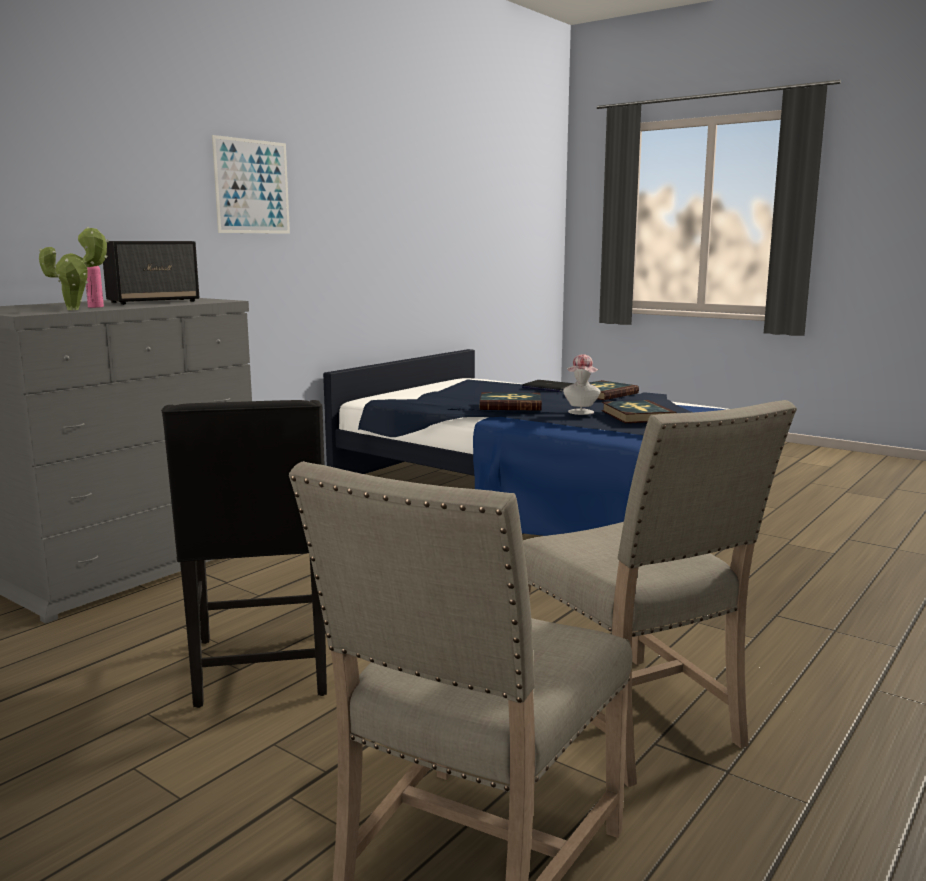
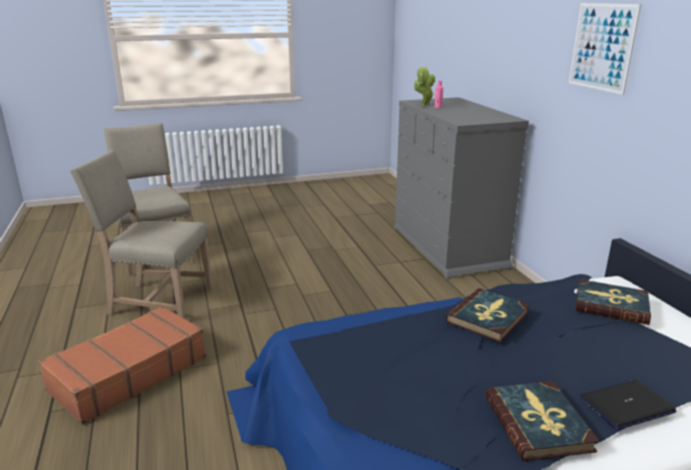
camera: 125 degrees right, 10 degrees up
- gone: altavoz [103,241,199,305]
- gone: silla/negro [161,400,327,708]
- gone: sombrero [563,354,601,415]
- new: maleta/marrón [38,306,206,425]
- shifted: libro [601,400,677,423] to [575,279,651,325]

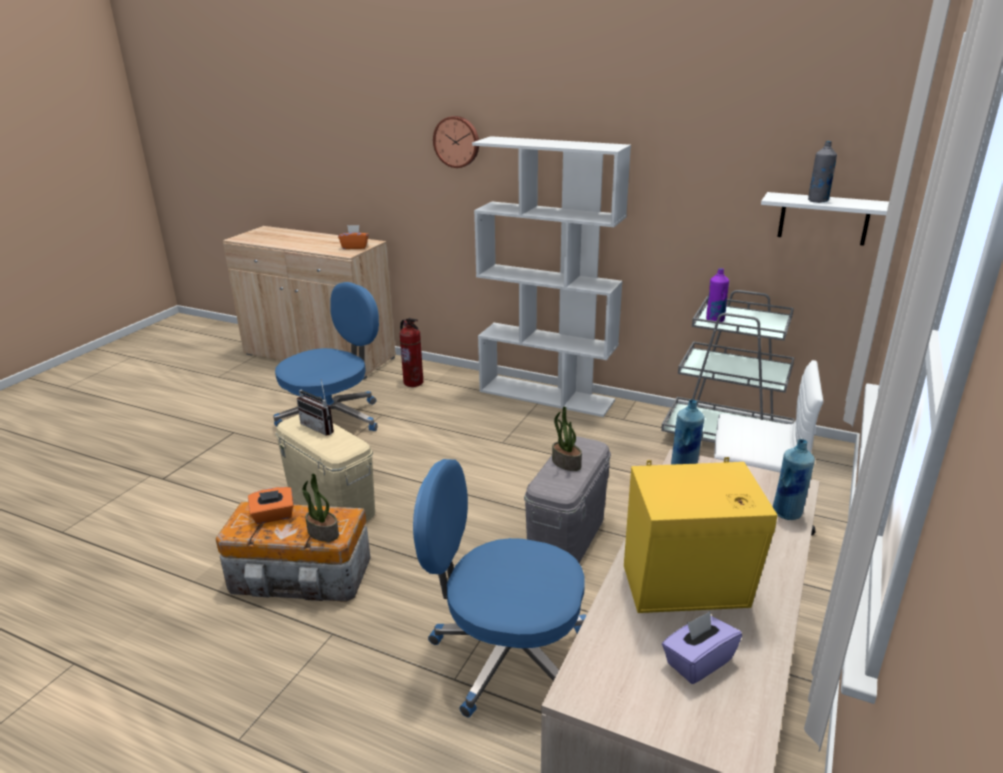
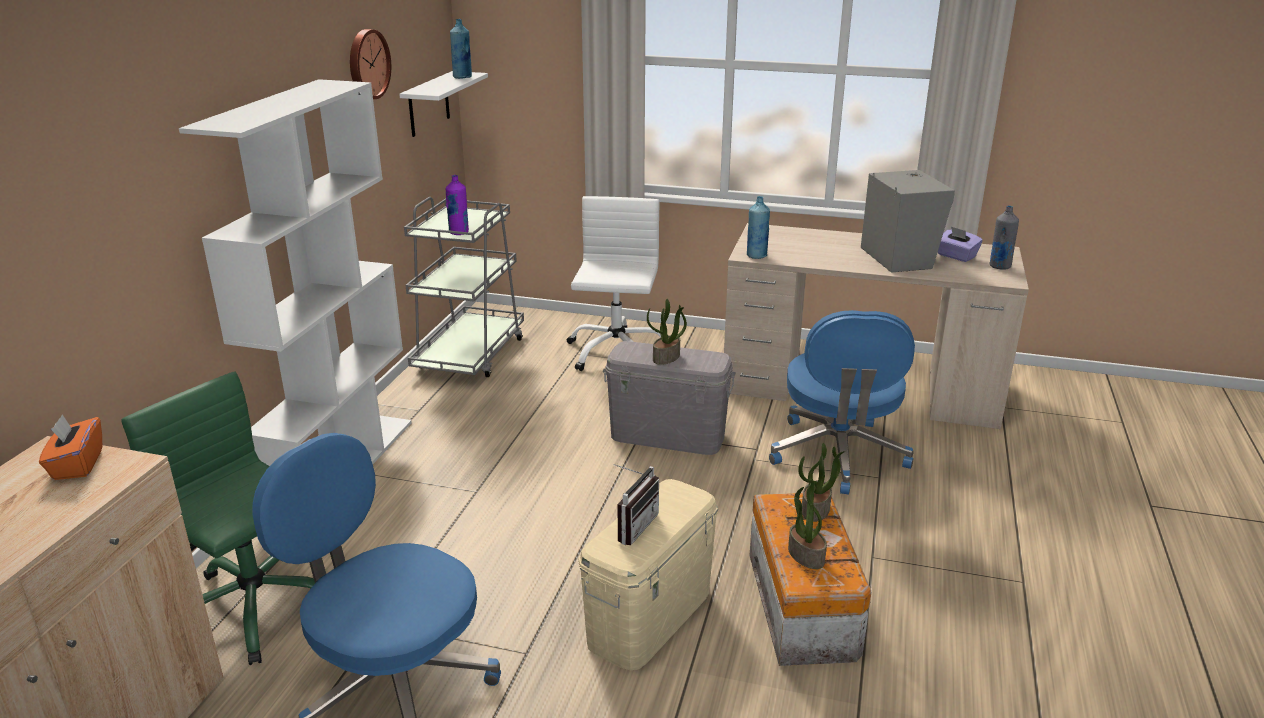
camera: 100 degrees left, 0 degrees up
- shifted: reloj de pared [433,116,479,168] to [350,29,391,99]
- shifted: botella/azul [773,439,815,520] to [450,19,472,79]
- shifted: botella/gris [808,141,837,203] to [990,205,1019,269]
- swapped: caja de pañuelos/naranja [248,487,294,524] to planta en maceta [788,480,827,569]
- swapped: extintor [400,318,423,387] to silla de oficina/verde [121,371,315,665]
- repainted: altavoz/amarillo [624,457,778,613] to altavoz/gris [861,170,955,273]

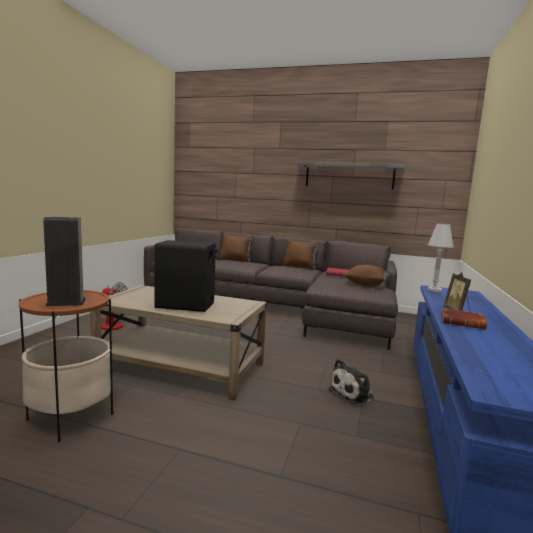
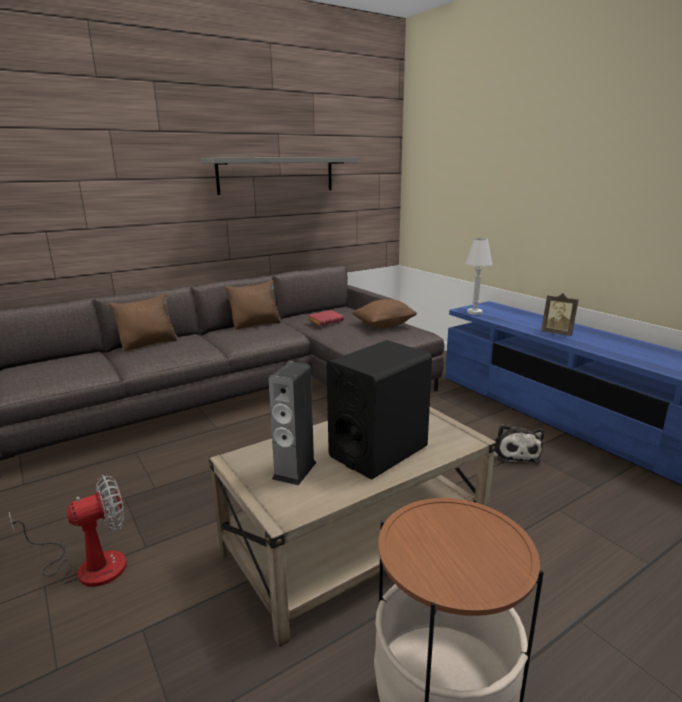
camera: 50 degrees left, 10 degrees up
- gone: libro/marrón [441,308,487,329]
- shifted: altavoz [43,216,86,306] to [268,362,317,486]

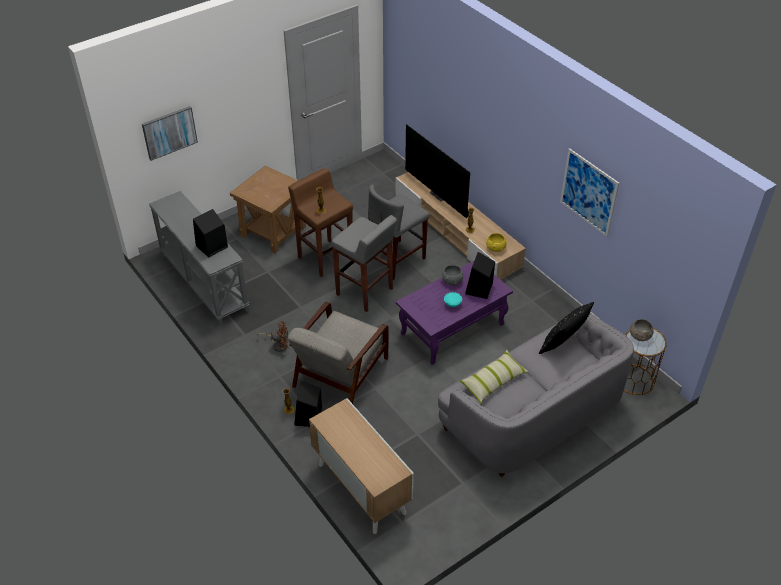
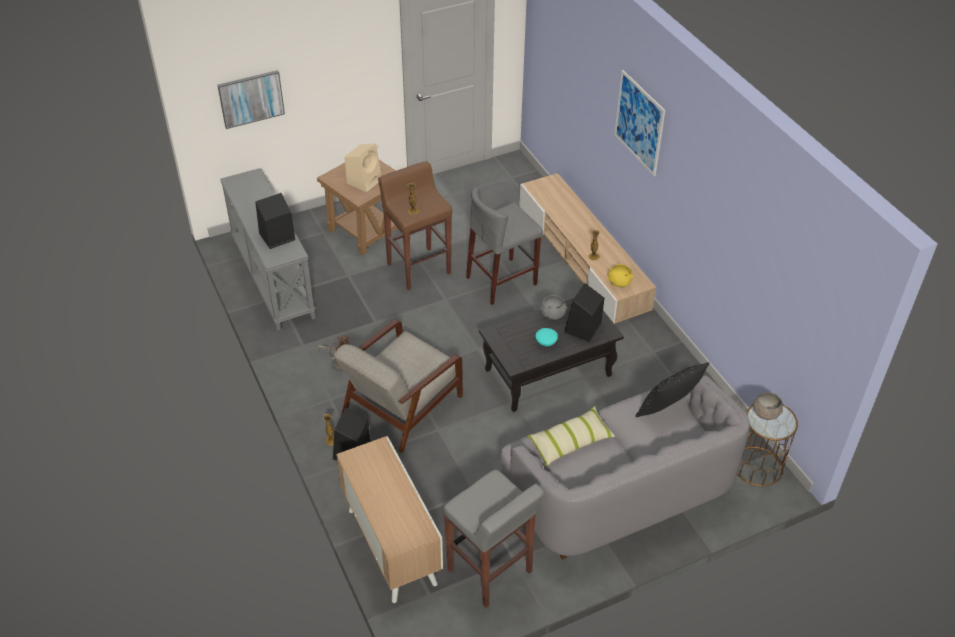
camera: 10 degrees right, 0 degrees up
- gone: televisor [405,124,470,218]
- new: altavoz/beis [344,144,382,192]
- shifted: taburete/gris [331,215,397,312] to [443,470,544,608]
- shifted: cuadro [560,148,619,237] to [614,70,665,176]
- repainted: mesa de centro/morado [396,261,513,365] to mesa de centro/negro [479,298,624,412]

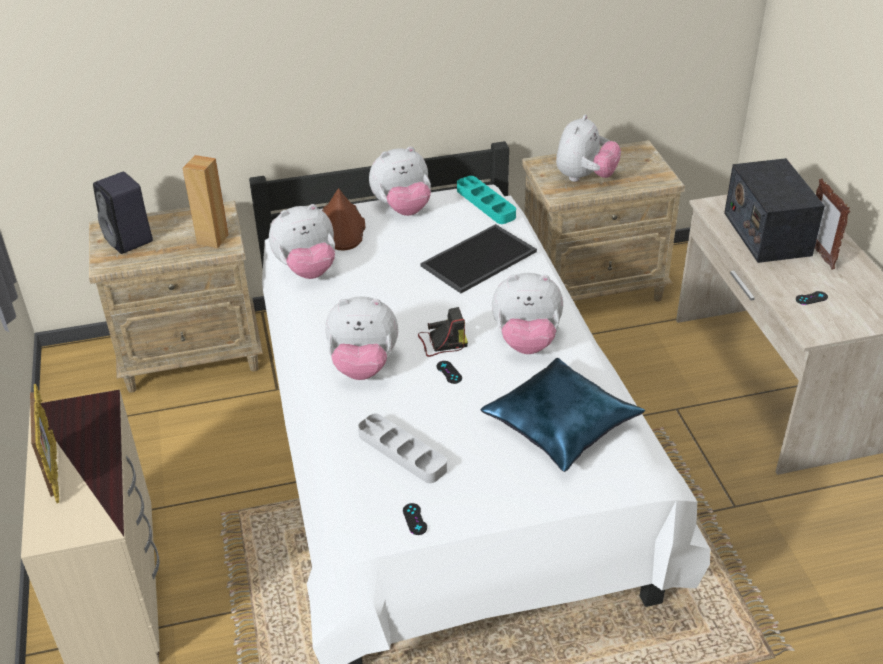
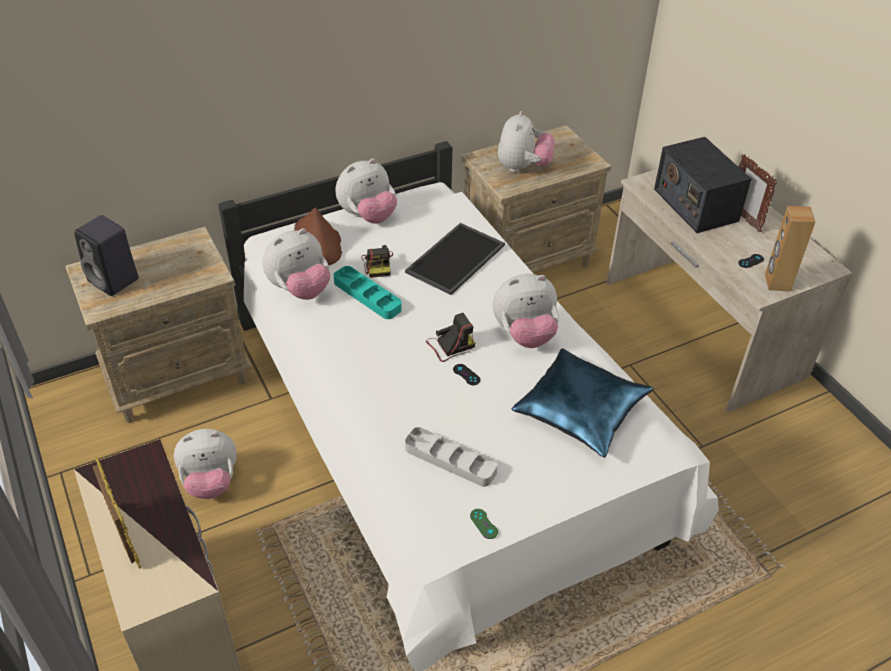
camera: 15 degrees left, 5 degrees up
- new: cámara [361,245,393,278]
- shifted: altavoz/marrón [183,155,229,248] to [765,206,815,292]
- shifted: peluche [325,296,398,380] to [174,429,237,499]
- shifted: bandeja/turquesa [457,176,516,224] to [333,266,402,319]
- repainted: mando de consola/negro [403,503,427,535] to mando de consola/verde [470,509,498,539]

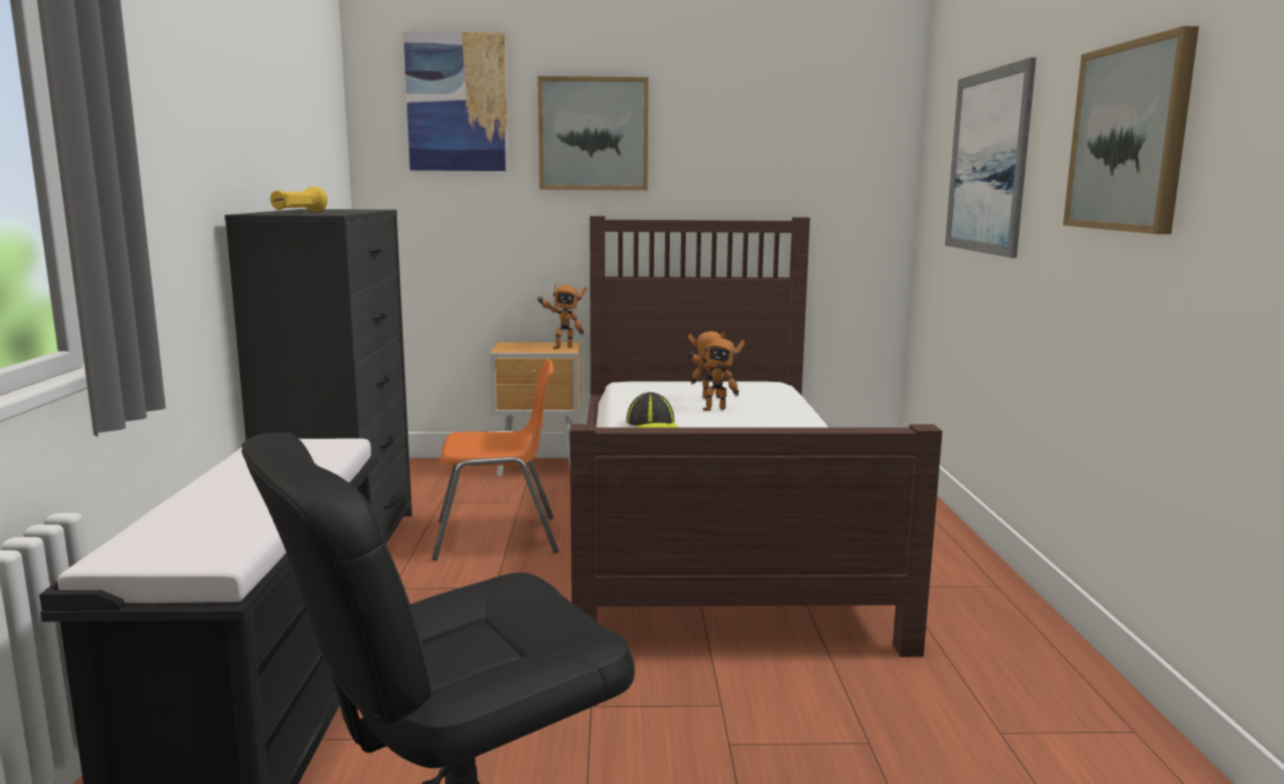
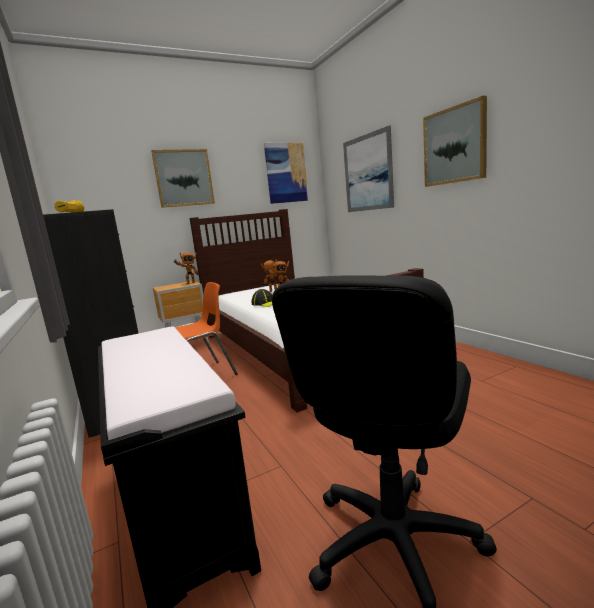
camera: 25 degrees left, 0 degrees up
- shifted: cuadro [403,31,509,171] to [264,143,308,204]

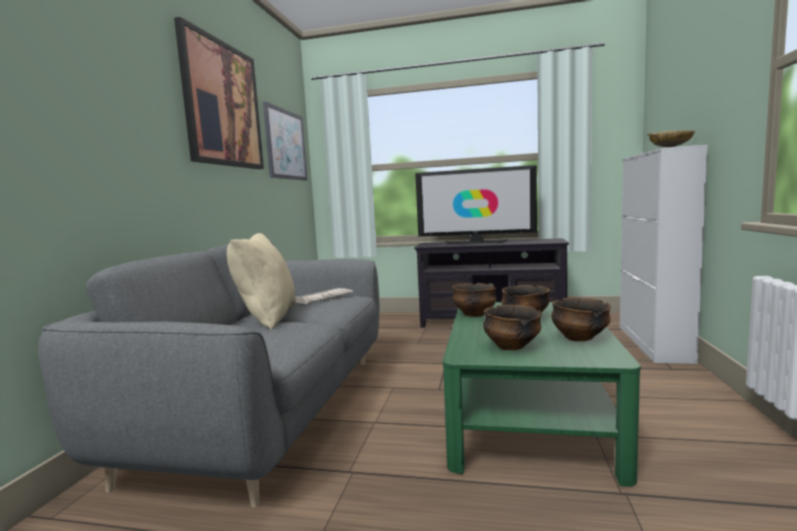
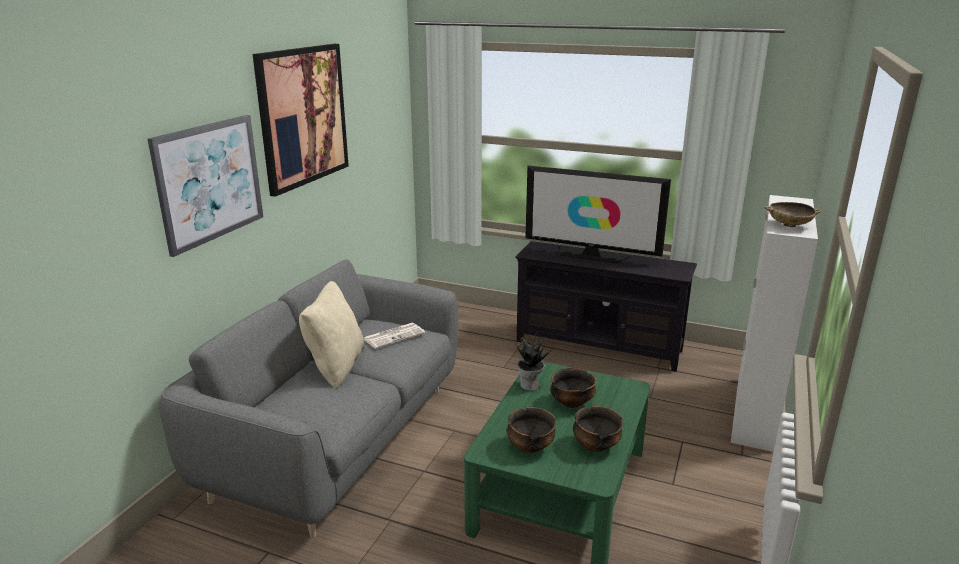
camera: 10 degrees right, 15 degrees up
- shifted: cuadro [263,102,307,181] to [148,115,263,257]
- swapped: cuenco [452,283,497,317] to planta en maceta [515,333,553,391]

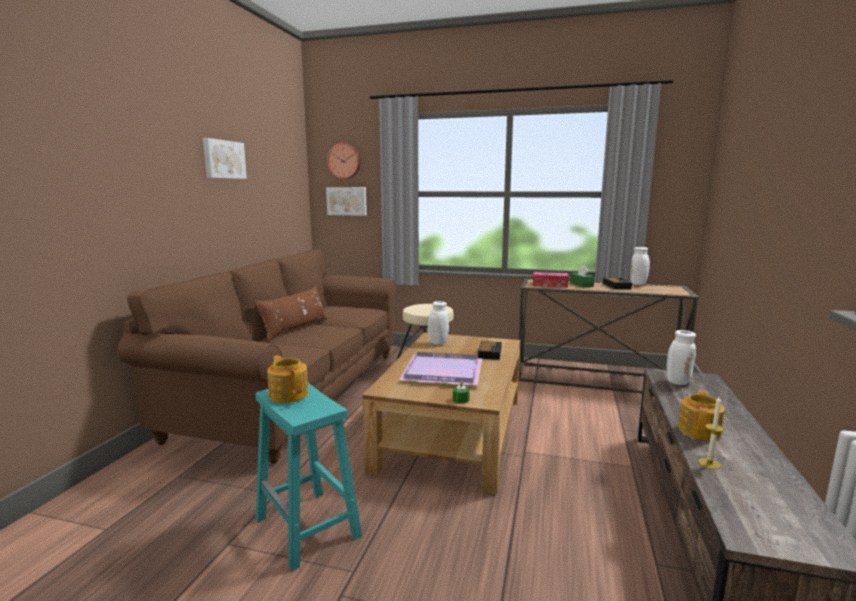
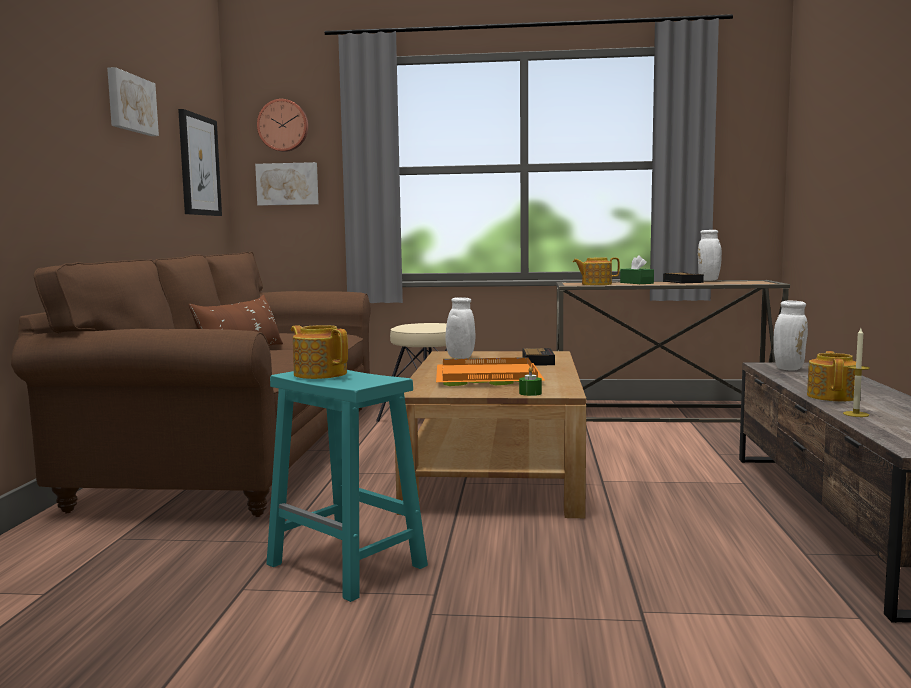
camera: 10 degrees left, 5 degrees down
- new: cuadro [178,109,222,216]
- swapped: caja de pañuelos [533,272,569,288] to tetera [573,257,620,285]
- repainted: bandeja/morado [399,352,482,386] to bandeja/naranja [436,357,545,386]

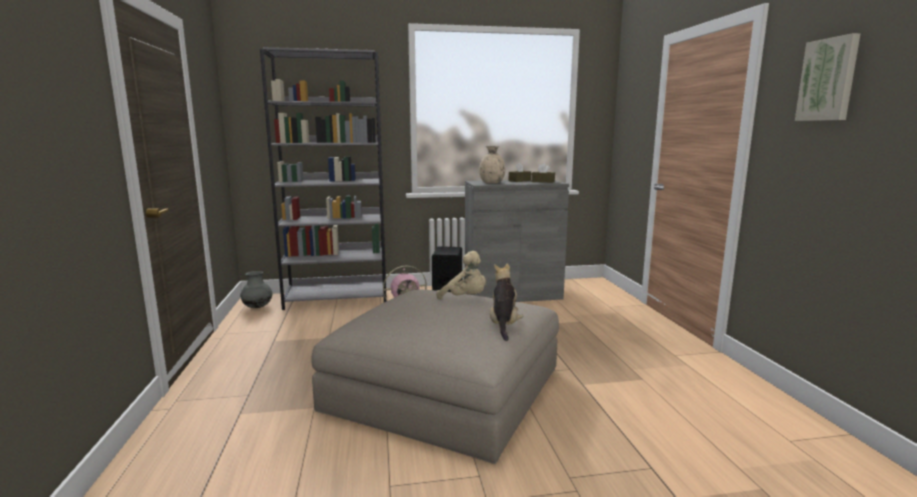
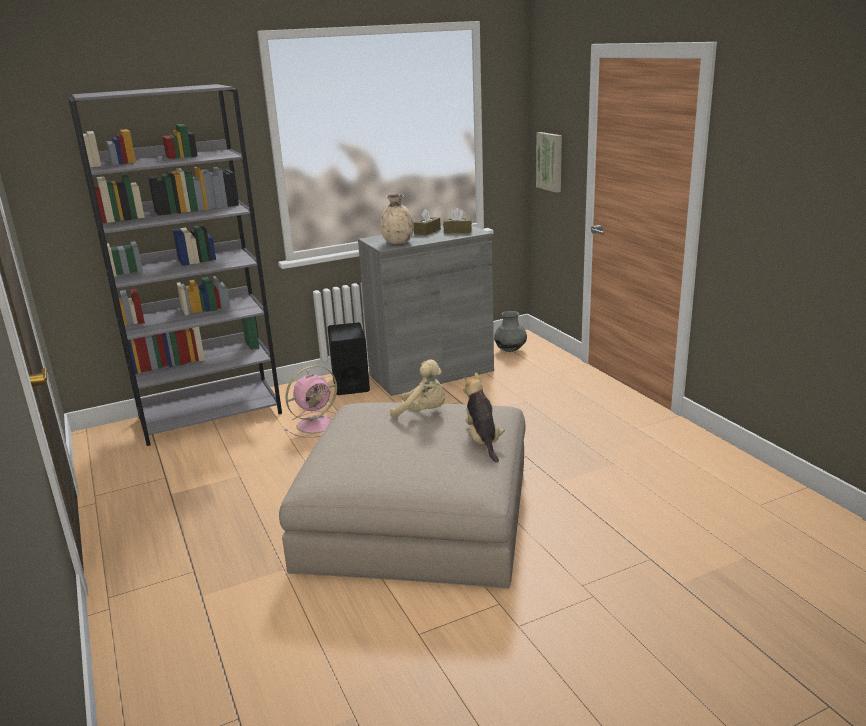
camera: 15 degrees left, 10 degrees up
- shifted: florero/gris [240,271,273,308] to [494,311,527,352]
- shifted: cuadro [795,33,861,121] to [536,132,562,193]

